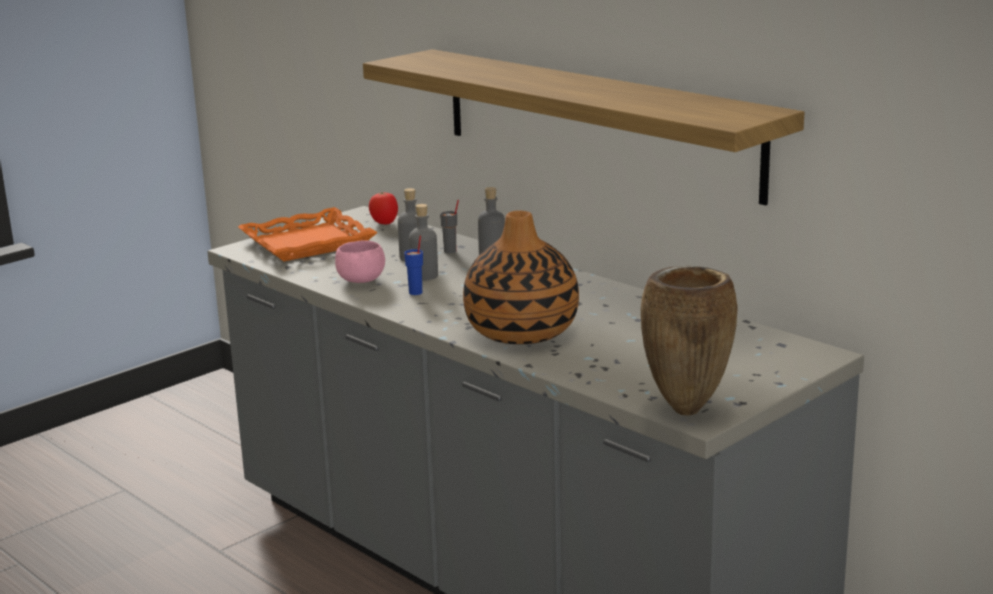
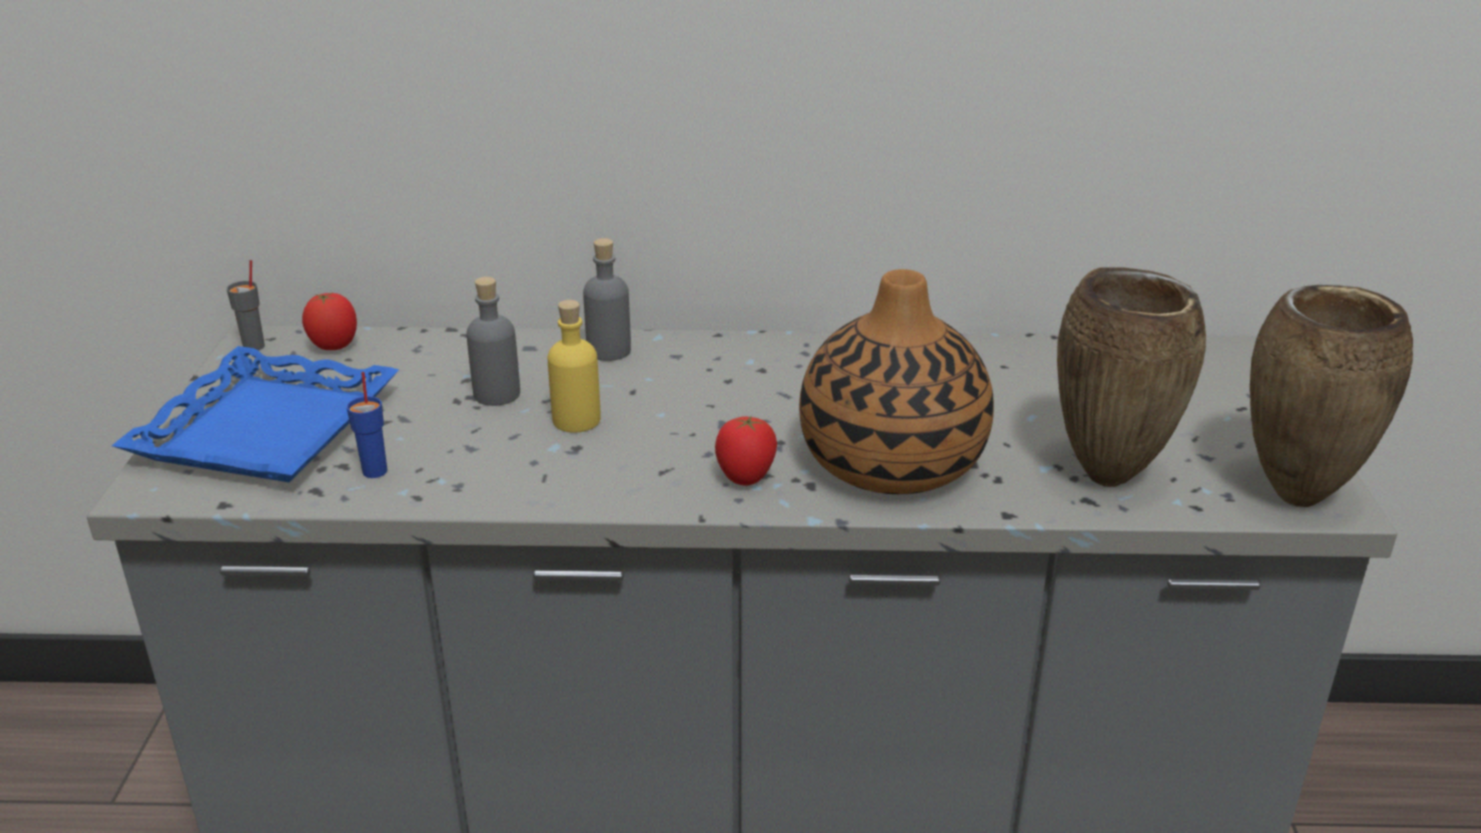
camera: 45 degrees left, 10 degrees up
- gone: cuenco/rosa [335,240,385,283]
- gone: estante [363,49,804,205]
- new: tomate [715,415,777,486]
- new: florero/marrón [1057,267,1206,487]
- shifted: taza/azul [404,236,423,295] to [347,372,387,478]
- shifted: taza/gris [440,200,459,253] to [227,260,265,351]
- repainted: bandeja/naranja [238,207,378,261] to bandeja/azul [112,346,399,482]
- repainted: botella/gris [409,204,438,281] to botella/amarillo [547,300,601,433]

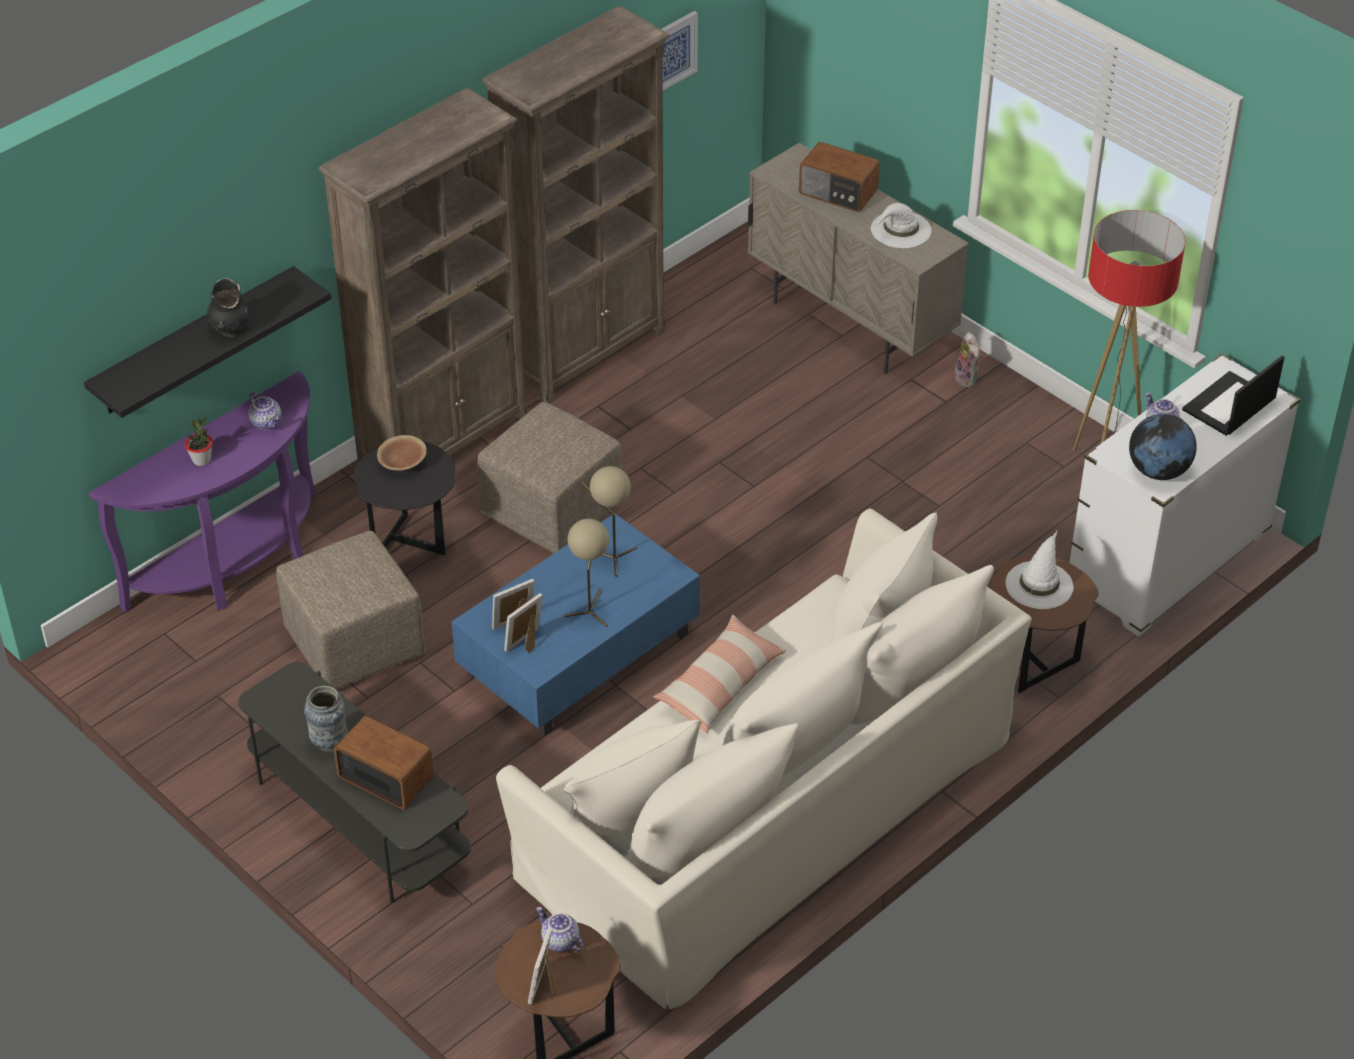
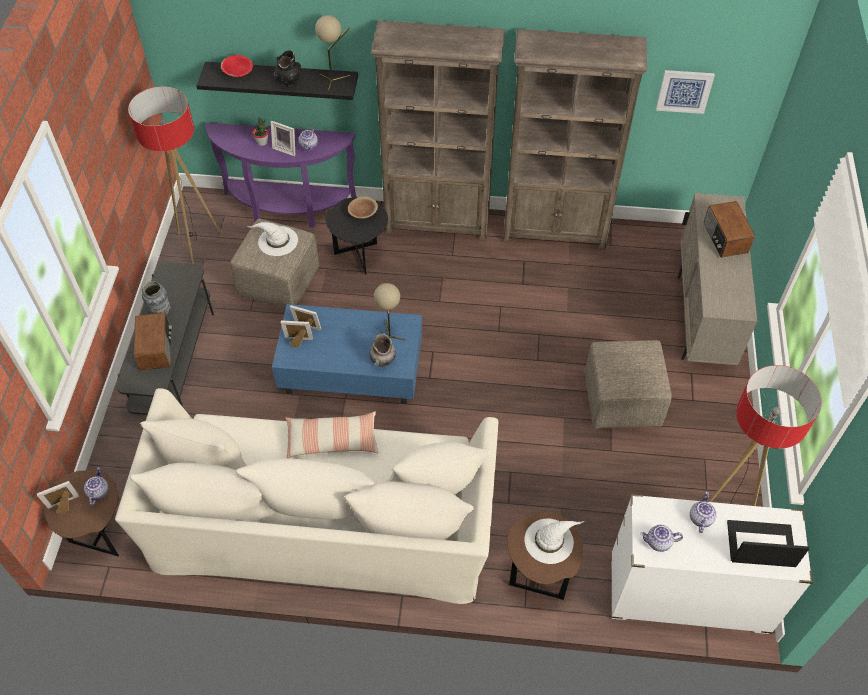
camera: 50 degrees right, 10 degrees up
- gone: peluche [955,332,982,388]
- new: lámpara de pie [128,86,223,264]
- new: cuenco/rojo [221,55,253,77]
- new: portarretratos [271,121,295,156]
- new: florero/gris [369,333,396,367]
- shifted: puf/beis [478,402,622,553] to [585,340,672,429]
- shifted: lámpara de mesa/beis [564,519,609,627] to [315,15,351,91]
- shifted: sombrero/blanco [871,203,932,248] to [247,222,298,256]
- swapped: globo terráqueo [1129,414,1197,480] to tetera [640,525,683,552]

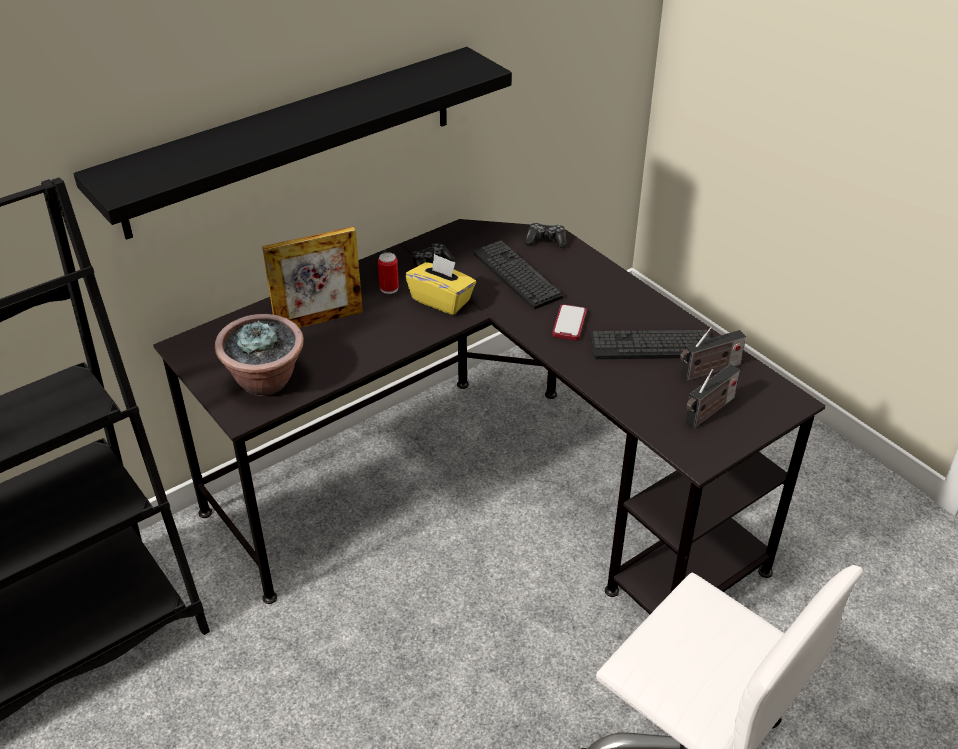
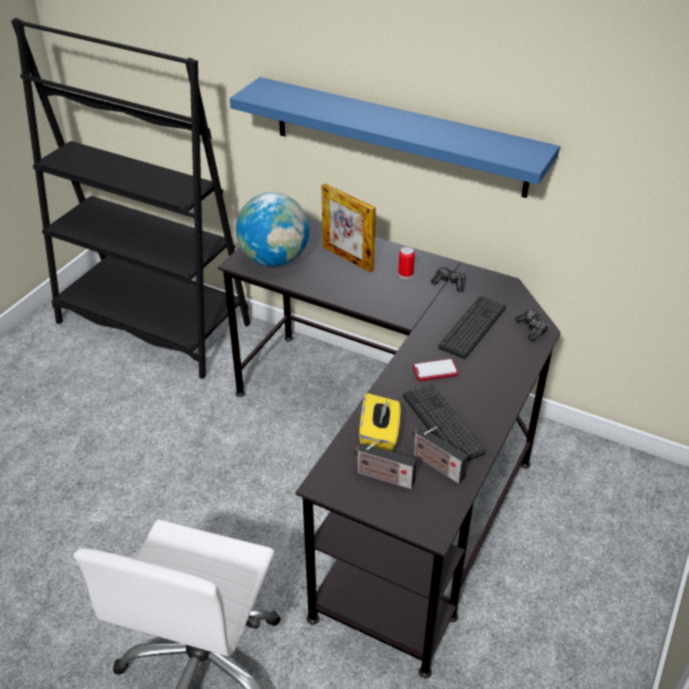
camera: 65 degrees right, 0 degrees up
- shifted: caja de pañuelos/amarillo [405,254,476,315] to [359,393,400,452]
- swapped: planta en maceta [215,314,304,396] to globo terráqueo [236,192,309,267]
- repainted: estante/negro [73,47,512,240] to estante/azul [230,77,560,198]

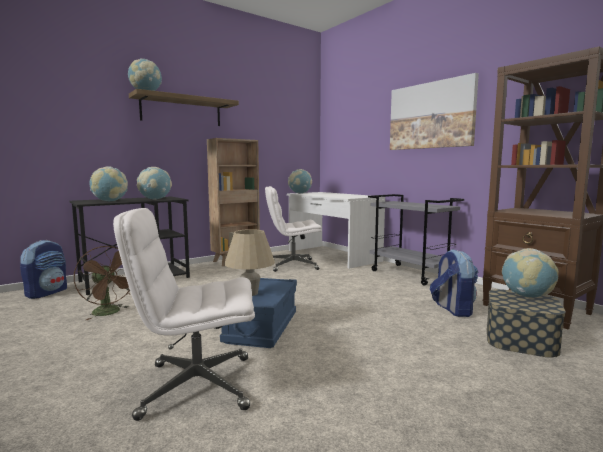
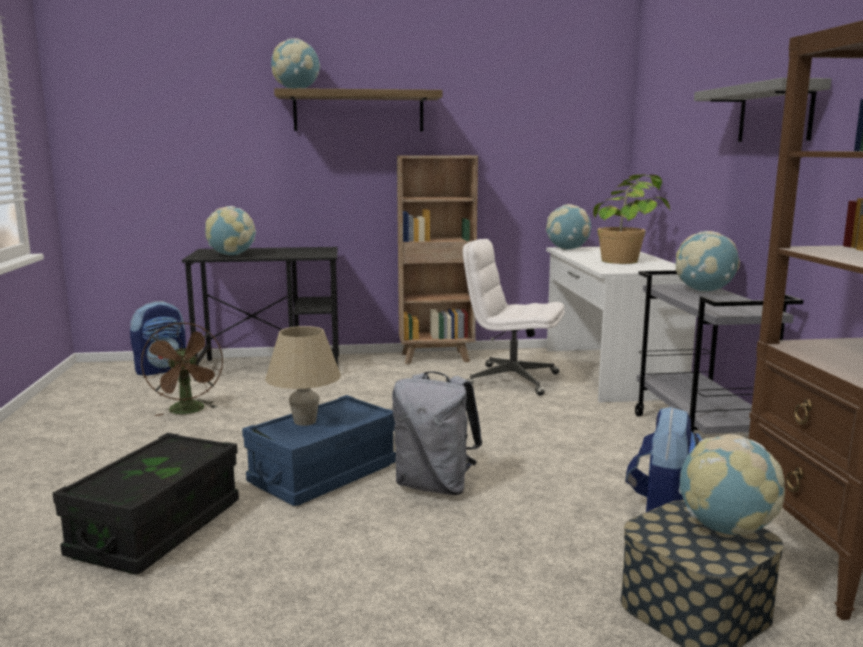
camera: 30 degrees right, 5 degrees up
- new: mochila/gris [392,371,482,495]
- new: planta en maceta [593,174,670,264]
- shifted: globo terráqueo [137,167,172,200] to [676,231,740,292]
- swapped: silla de oficina/blanco [113,208,255,421] to caja de almacenaje/negro [52,433,239,575]
- swapped: cuadro [390,73,479,150] to estante/gris [694,78,832,142]

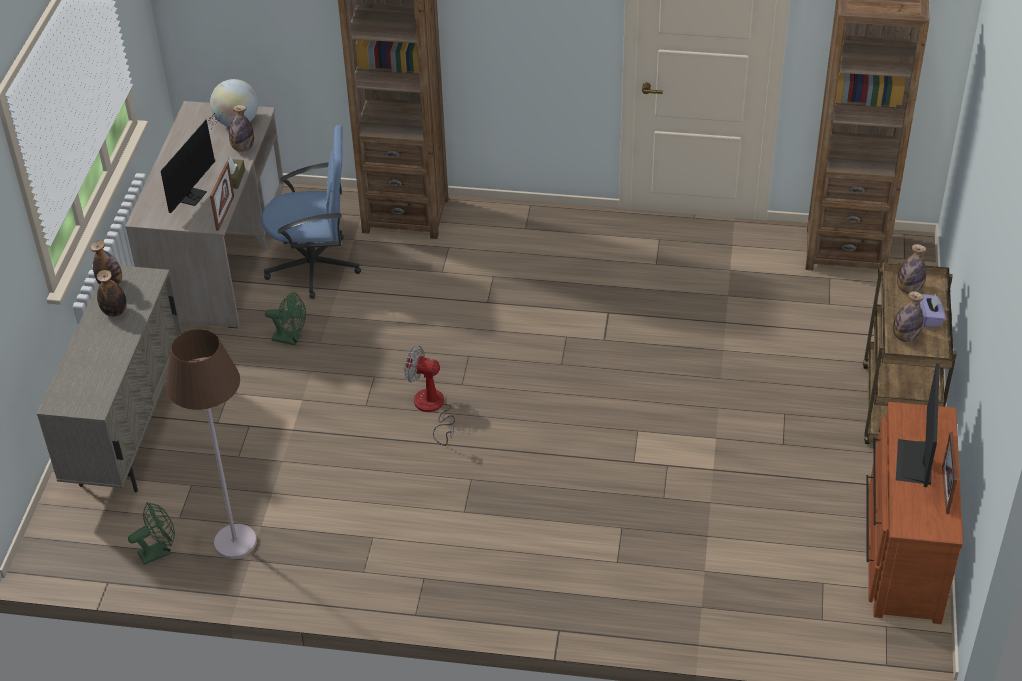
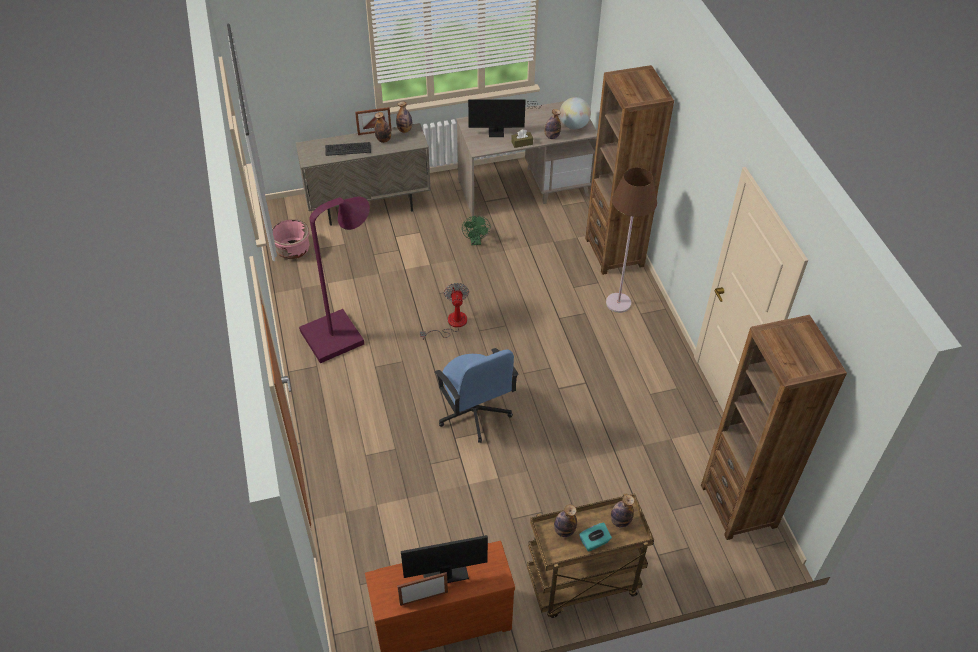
camera: 65 degrees right, 5 degrees up
- new: lámpara de pie/morado [299,197,370,363]
- new: teclado [325,142,371,156]
- shifted: lámpara de pie/marrón [166,329,257,559] to [606,168,657,313]
- shifted: portarretratos [210,162,234,231] to [355,107,392,135]
- shifted: silla de oficina/azul [261,125,361,299] to [435,348,518,443]
- swapped: ventilador/verde [128,502,175,565] to maceta/rosa [272,219,310,259]
- repainted: caja de pañuelos/morado [919,293,946,327] to caja de pañuelos/turquesa [579,523,612,552]

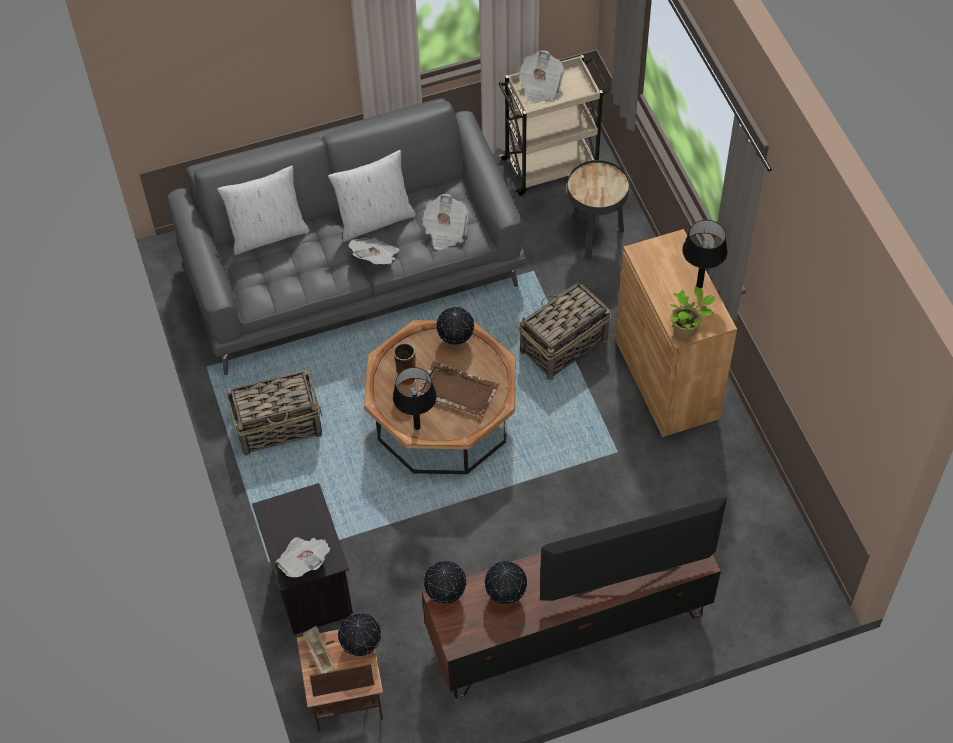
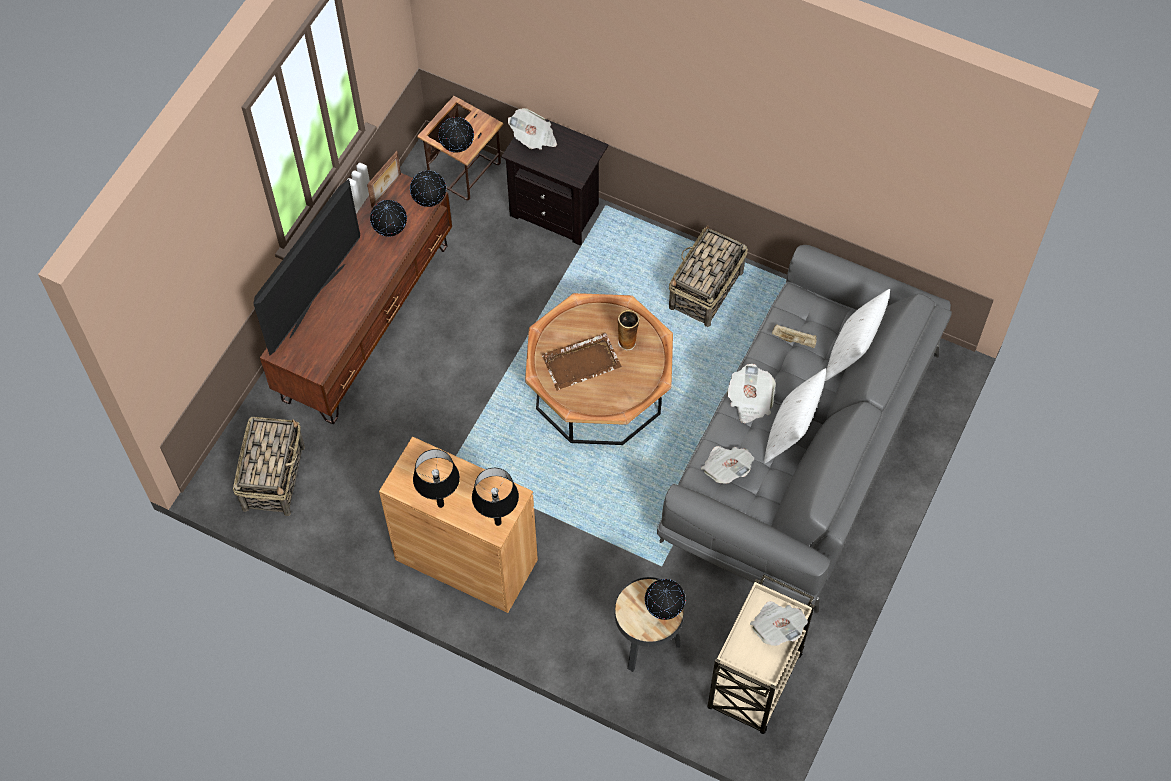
camera: 135 degrees right, 5 degrees up
- gone: planta en maceta [670,287,715,338]
- new: portarretratos [367,151,401,207]
- shifted: bandeja/beis [303,626,335,674] to [772,325,817,348]
- shifted: lámpara de mesa/negro [393,367,437,430] to [472,468,519,526]
- shifted: globo terráqueo [436,307,474,345] to [645,579,686,620]
- shifted: cesta [519,279,611,380] to [233,417,305,516]

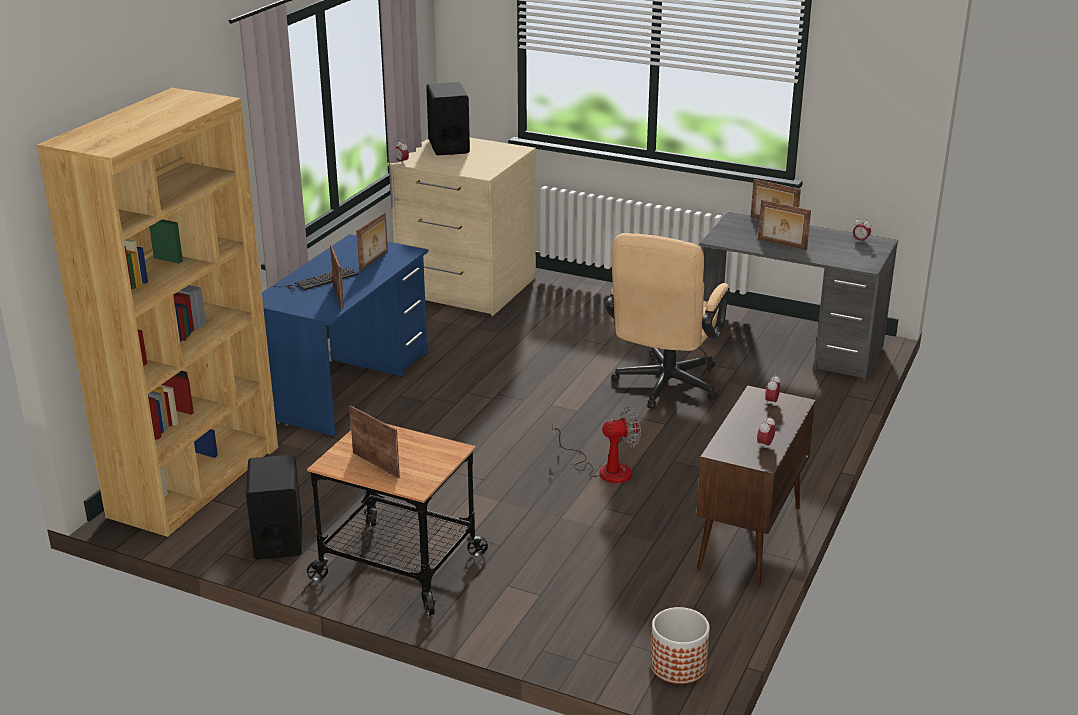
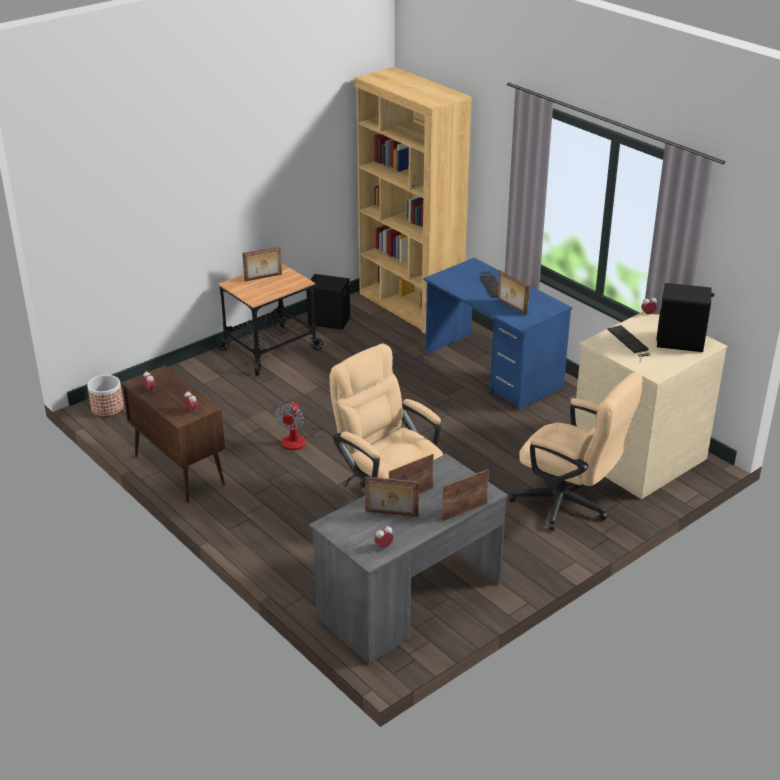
camera: 115 degrees right, 5 degrees up
- new: silla de oficina/beis [508,372,643,531]
- new: teclado [607,325,650,363]
- shifted: portarretratos [330,244,344,309] to [365,477,419,517]

